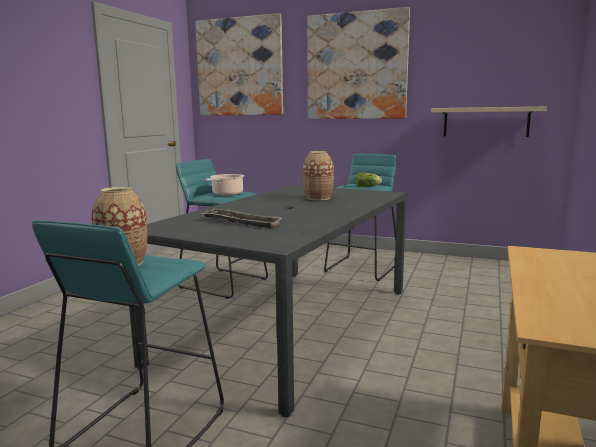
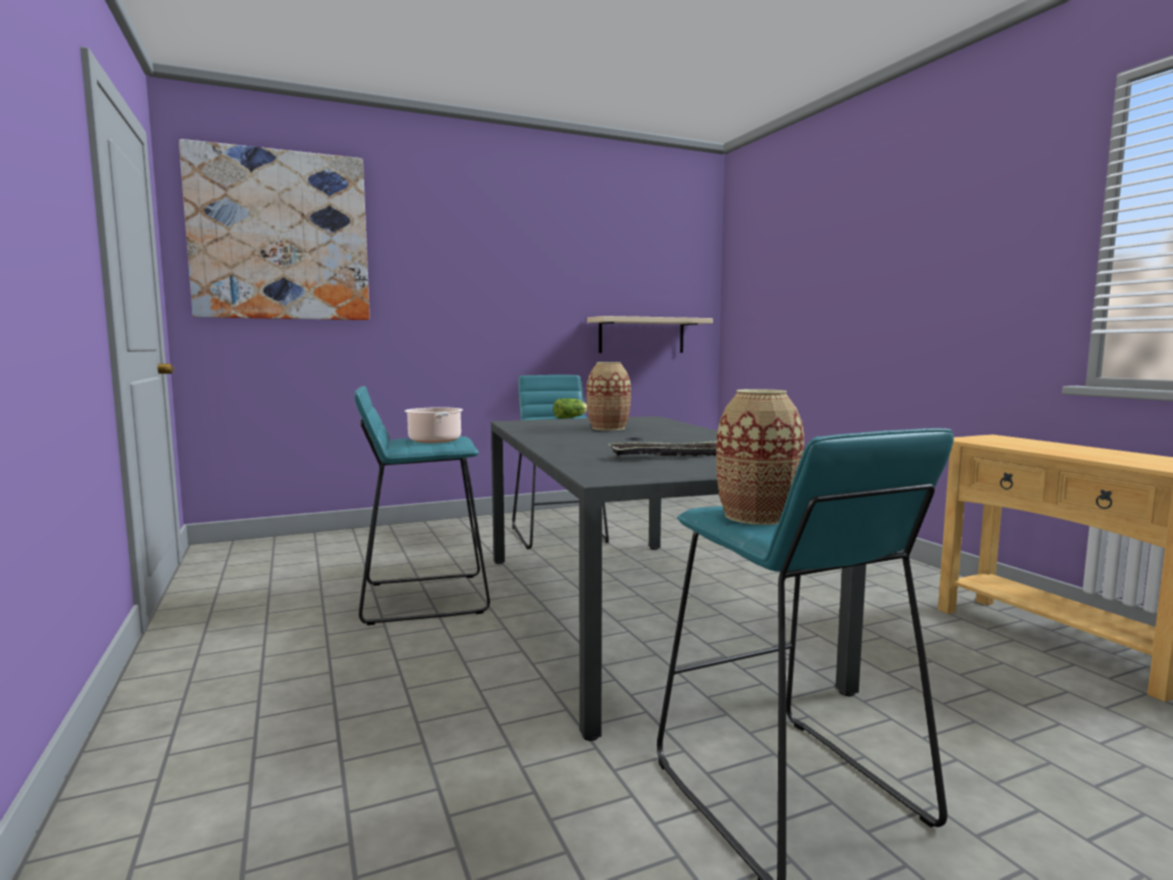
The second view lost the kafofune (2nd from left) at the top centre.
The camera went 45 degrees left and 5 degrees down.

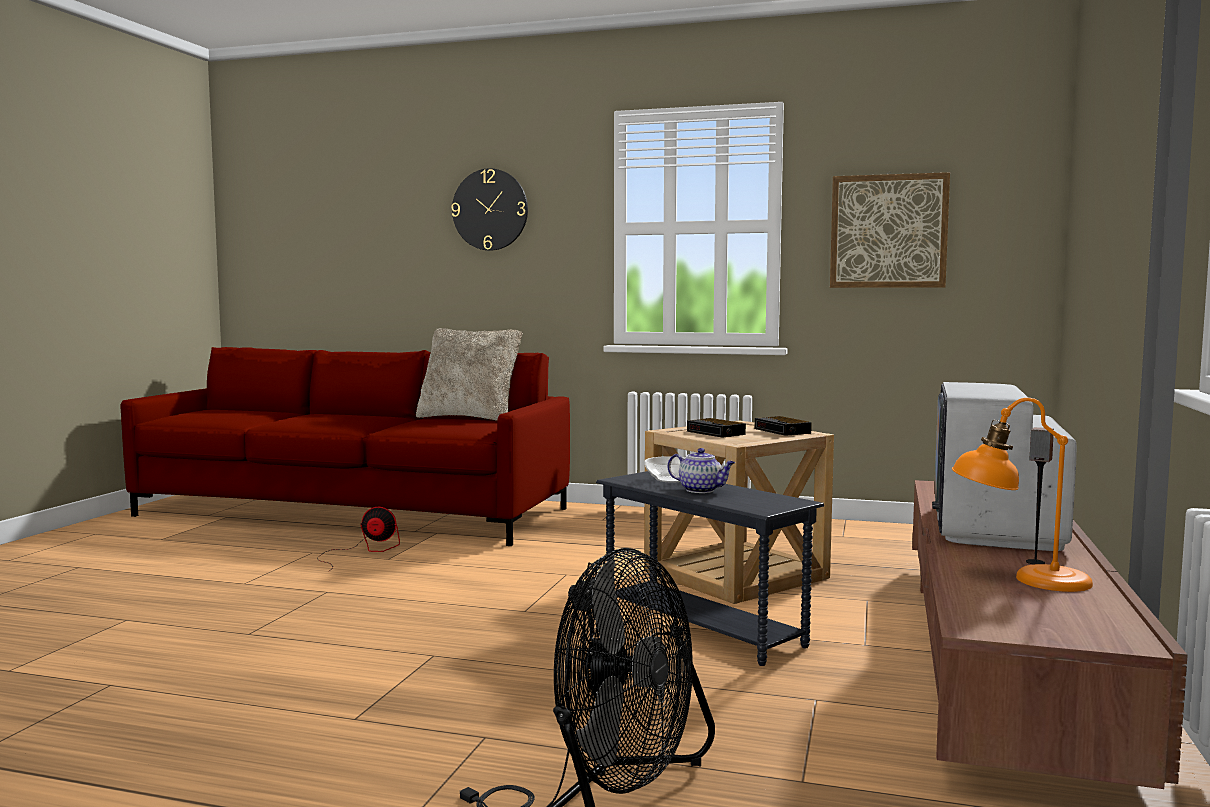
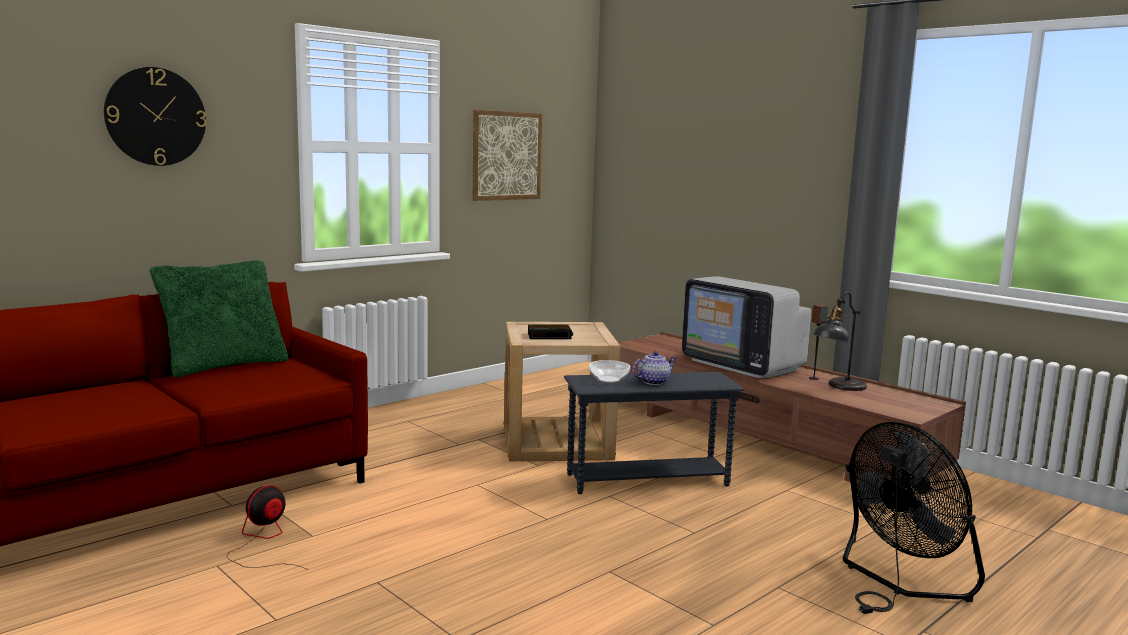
What was the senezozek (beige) at the centre turned into the senezozek (green) at the middle left.
The second view lost the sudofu (2nd from left) at the centre.
What was the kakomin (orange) at the middle right turned into the kakomin (grey) at the middle right.
The camera went 60 degrees left and 5 degrees up.

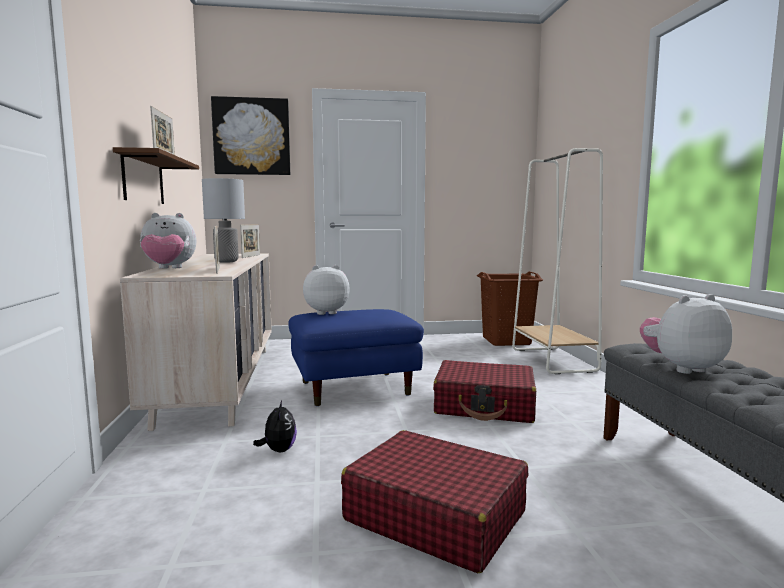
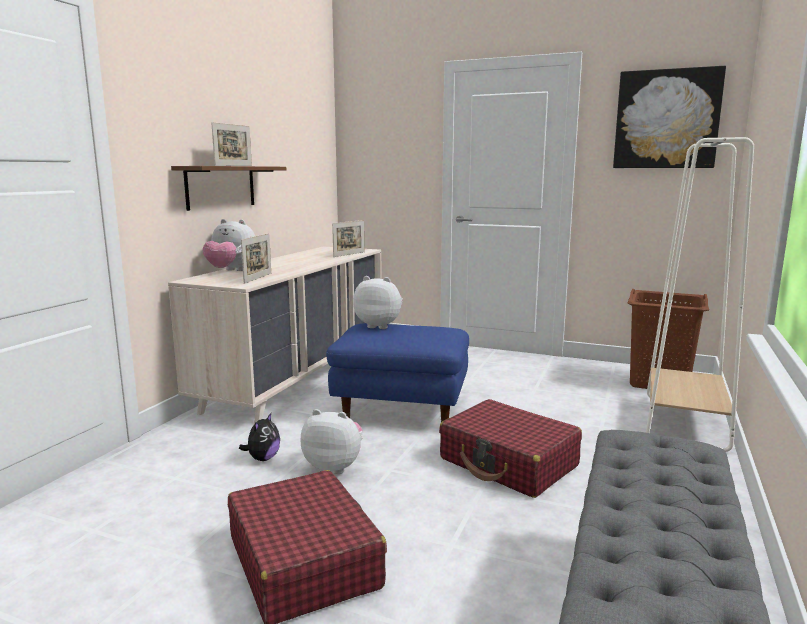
The second view lost the kakomin (grey) at the middle left.
The kafofune ended up elsewhere, having gone from the top left to the top right.
The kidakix (4th from left in the first image) ended up elsewhere, having gone from the middle right to the bottom centre.
The camera went 30 degrees right and 5 degrees up.

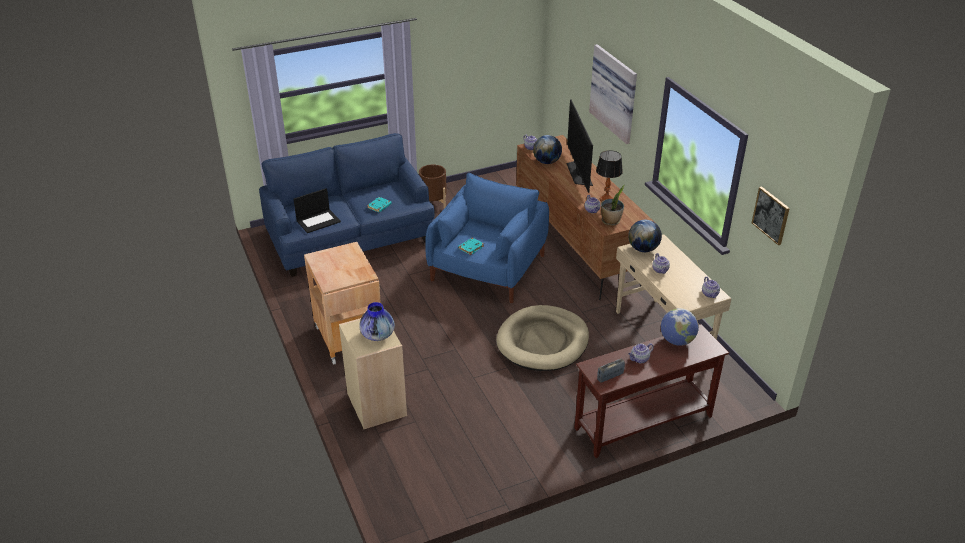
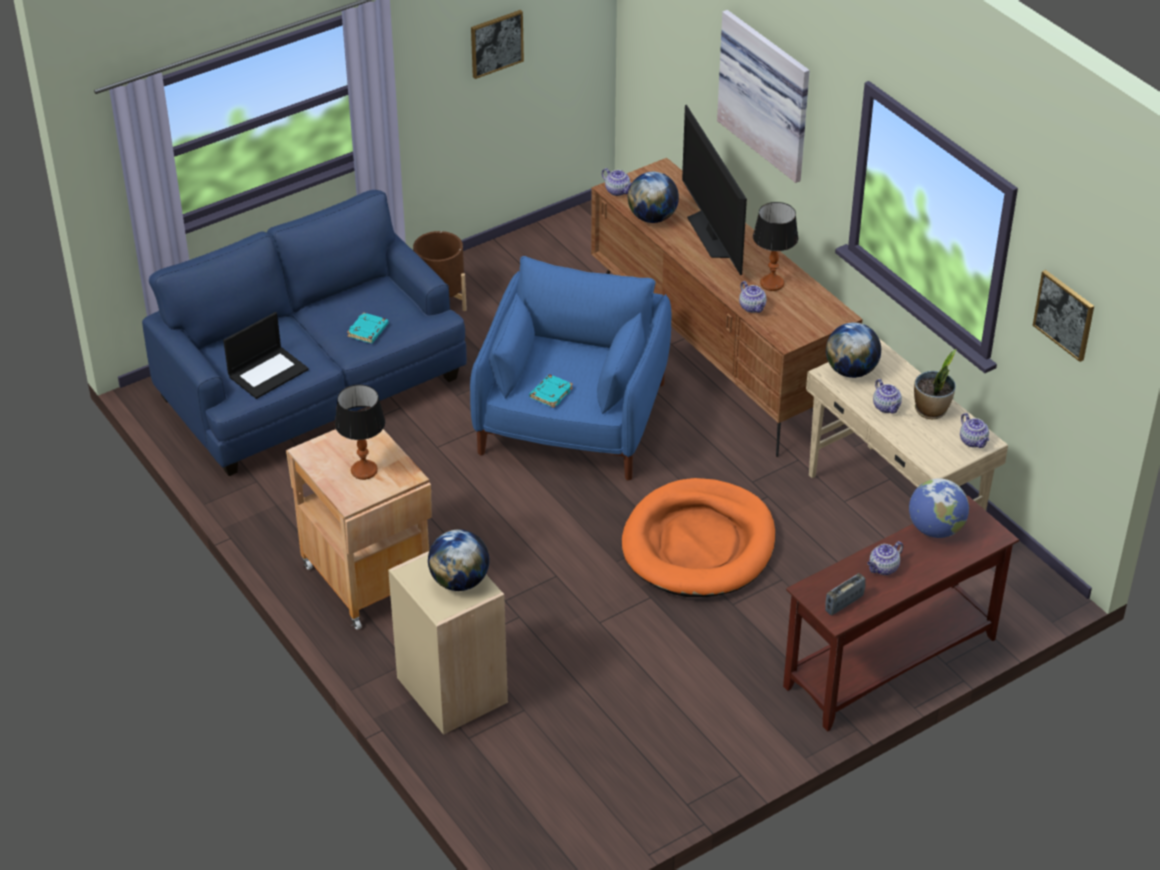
Where the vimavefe stood at the centre, the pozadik (1st from left) came to stand at the centre.
What was the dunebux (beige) at the centre turned into the dunebux (orange) at the centre.
The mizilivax ended up elsewhere, having gone from the centre to the middle right.
The second view gained the kakomin (1st from left) at the middle left.
The second view gained the kafofune (1st from left) at the top centre.
The camera went 10 degrees left and 5 degrees up.

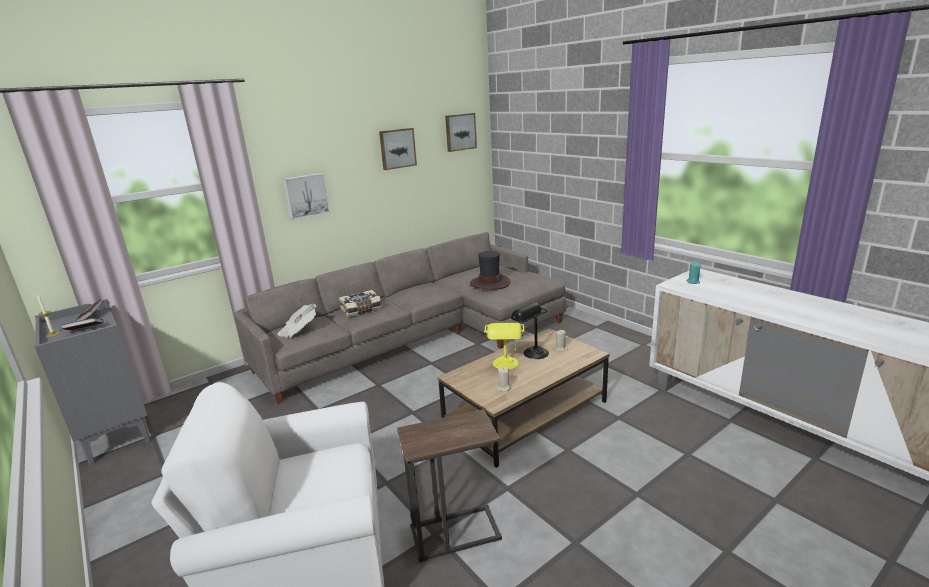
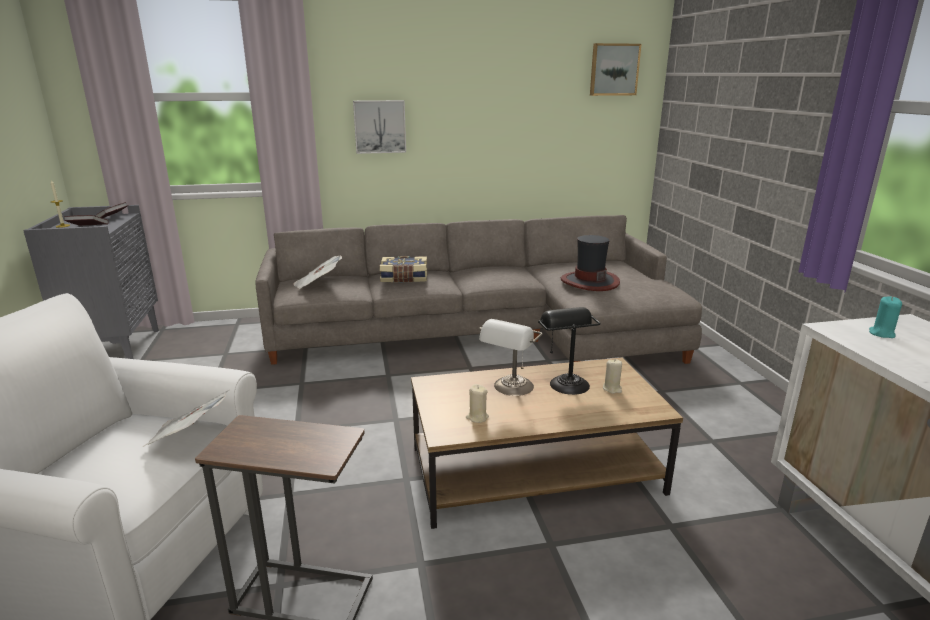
The second view lost the kafofune (2nd from left) at the top centre.
What was the kakomin (yellow) at the centre turned into the kakomin (white) at the centre.
The second view gained the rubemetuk (1st from left) at the bottom left.
The camera went 25 degrees right and 0 degrees up.

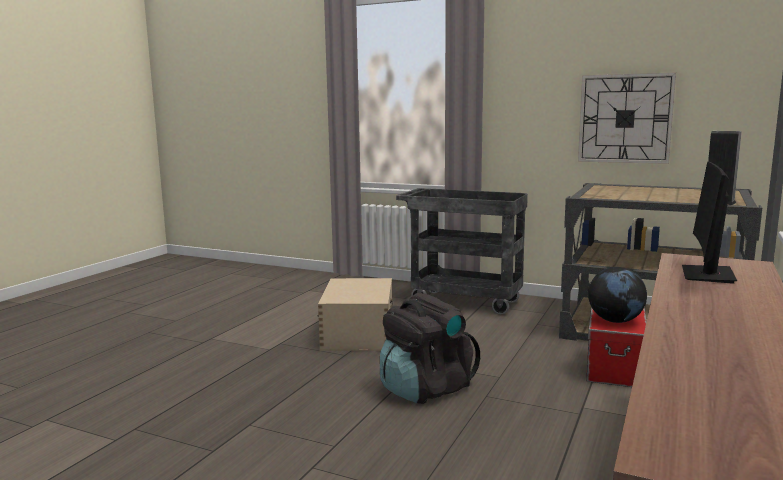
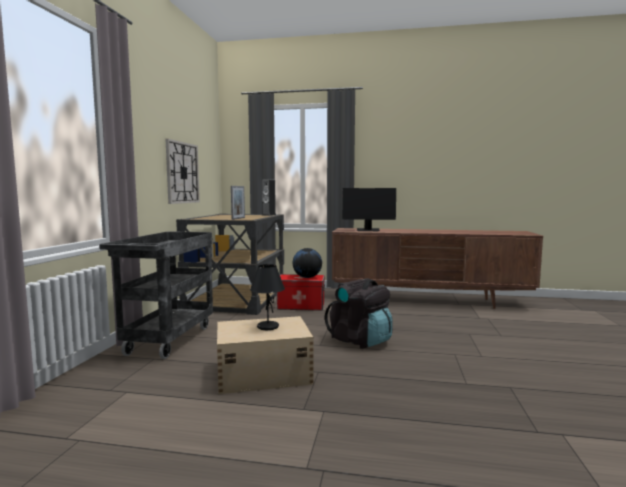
The second view gained the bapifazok at the centre.
The second view gained the kakomin (black) at the centre.
The camera went 105 degrees left and 5 degrees down.

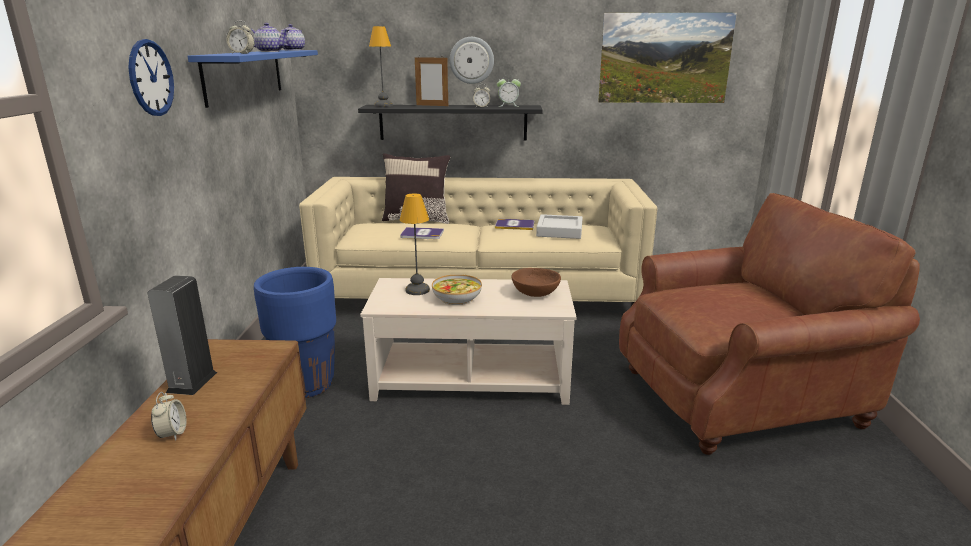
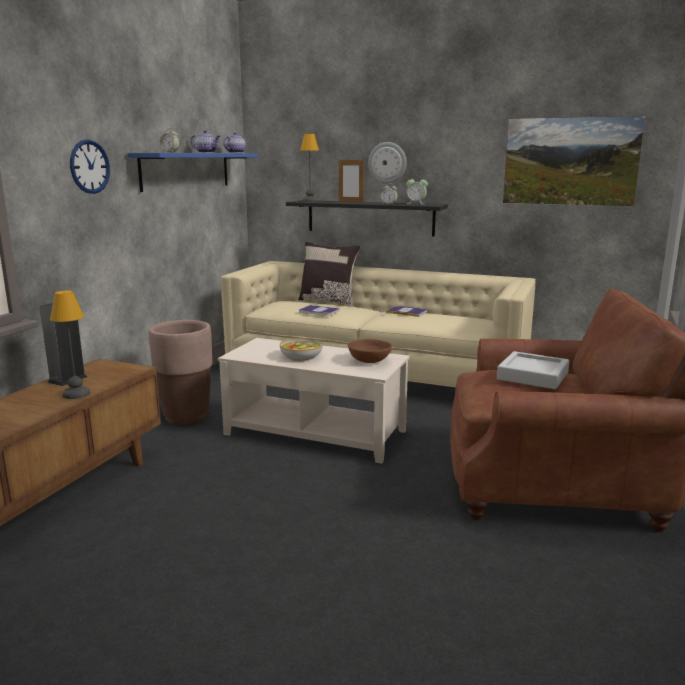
The second view lost the sudofu (1st from left) at the bottom left.
What was the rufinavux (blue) at the middle left turned into the rufinavux (brown) at the middle left.
The kakomin (2nd from left in the first image) ended up elsewhere, having gone from the centre to the middle left.
The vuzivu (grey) ended up elsewhere, having gone from the centre to the middle right.
The camera went 20 degrees right and 5 degrees down.

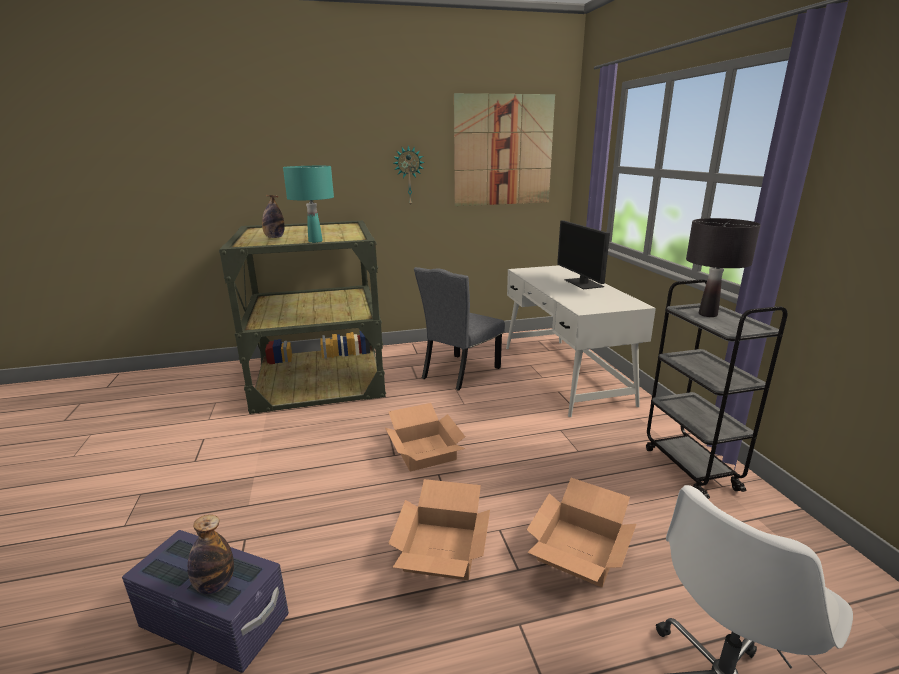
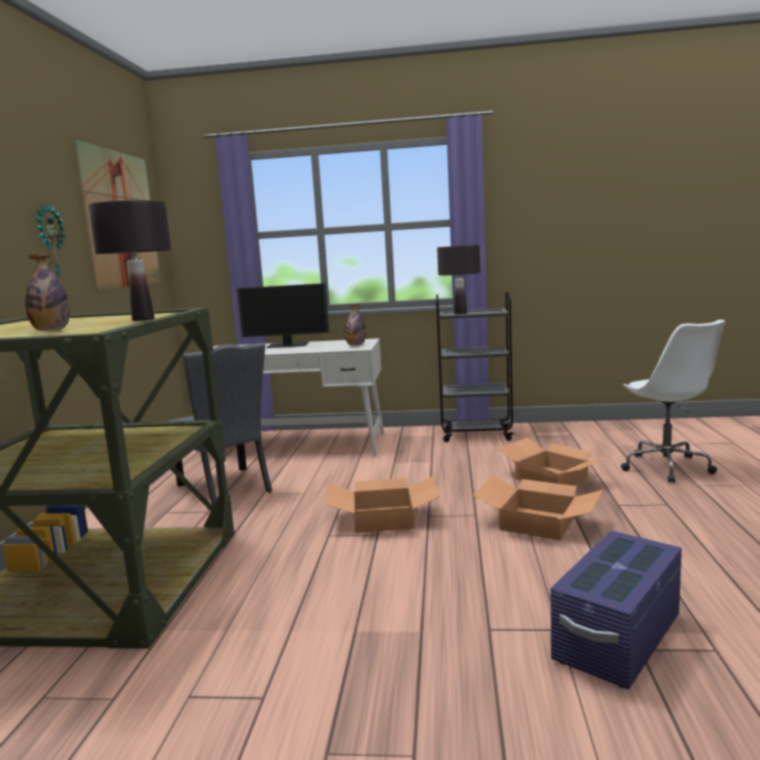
The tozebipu (1st from left in the first image) ended up elsewhere, having gone from the bottom left to the centre.
What was the kakomin (turquoise) at the top centre turned into the kakomin (black) (1st from left) at the middle left.
The camera went 70 degrees left and 10 degrees down.

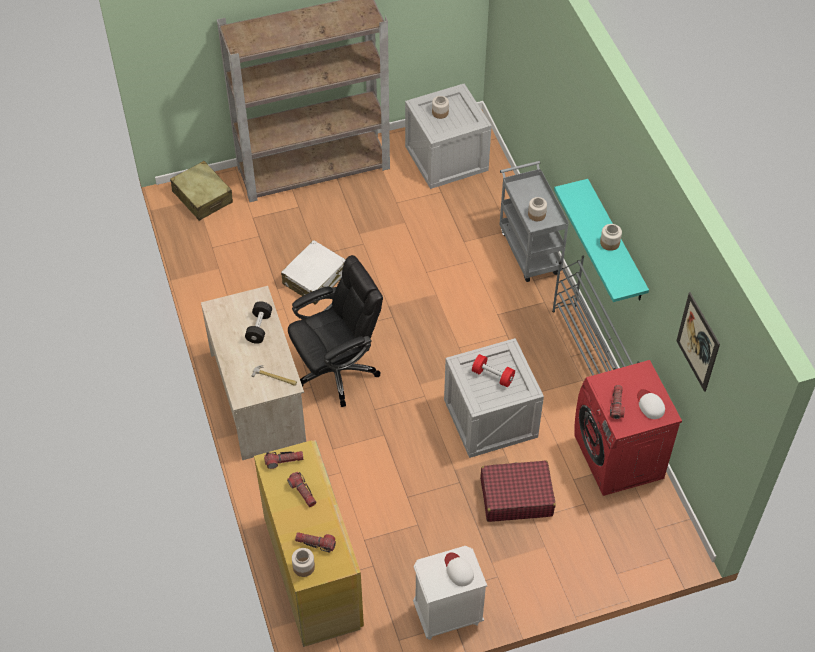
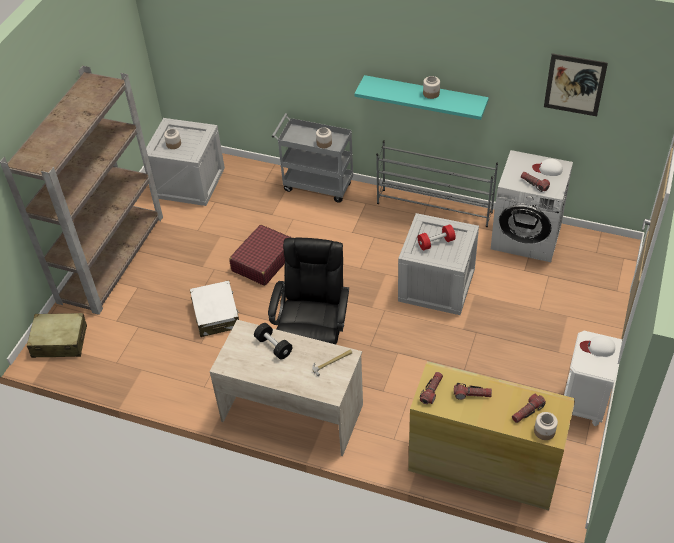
The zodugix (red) ended up elsewhere, having gone from the bottom centre to the centre.
What was the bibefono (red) at the middle right turned into the bibefono (white) at the middle right.
The camera went 50 degrees left and 5 degrees down.

